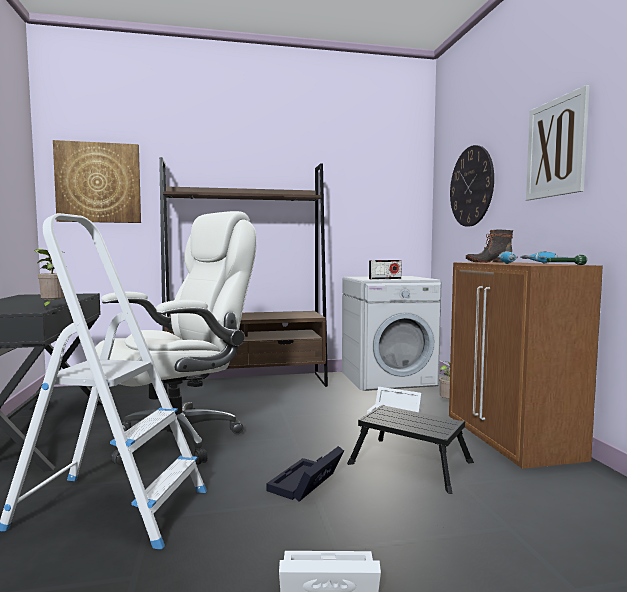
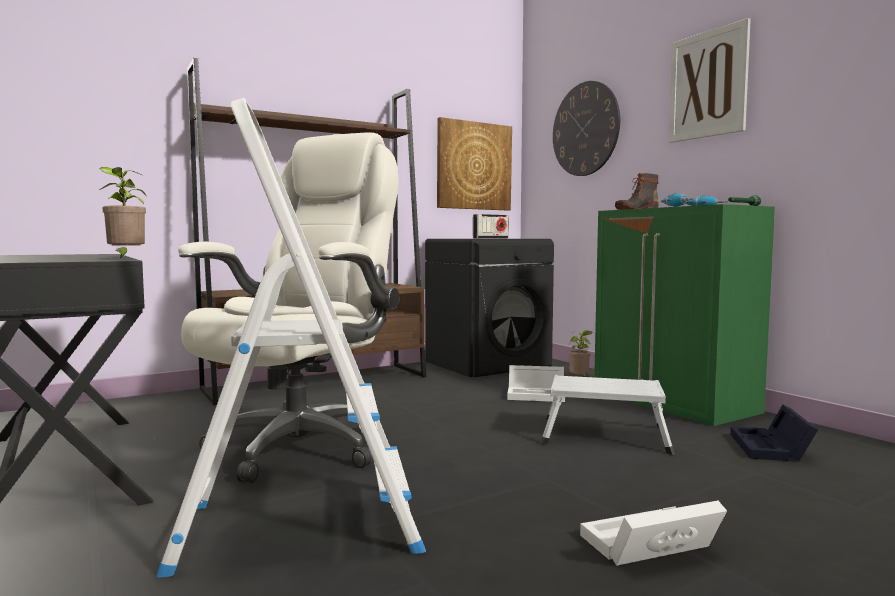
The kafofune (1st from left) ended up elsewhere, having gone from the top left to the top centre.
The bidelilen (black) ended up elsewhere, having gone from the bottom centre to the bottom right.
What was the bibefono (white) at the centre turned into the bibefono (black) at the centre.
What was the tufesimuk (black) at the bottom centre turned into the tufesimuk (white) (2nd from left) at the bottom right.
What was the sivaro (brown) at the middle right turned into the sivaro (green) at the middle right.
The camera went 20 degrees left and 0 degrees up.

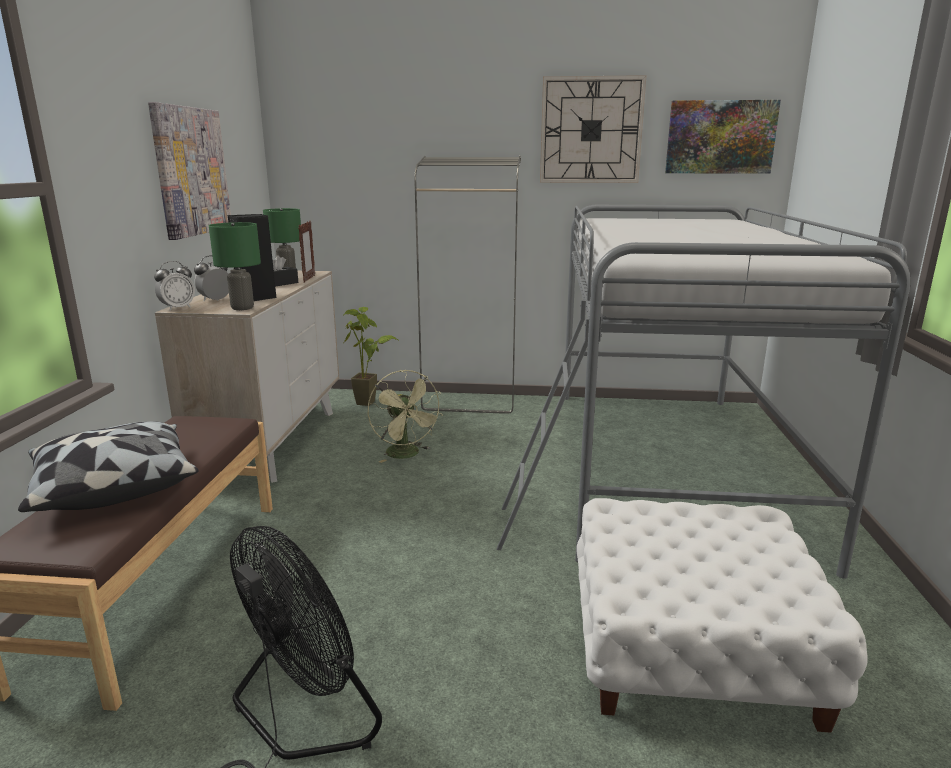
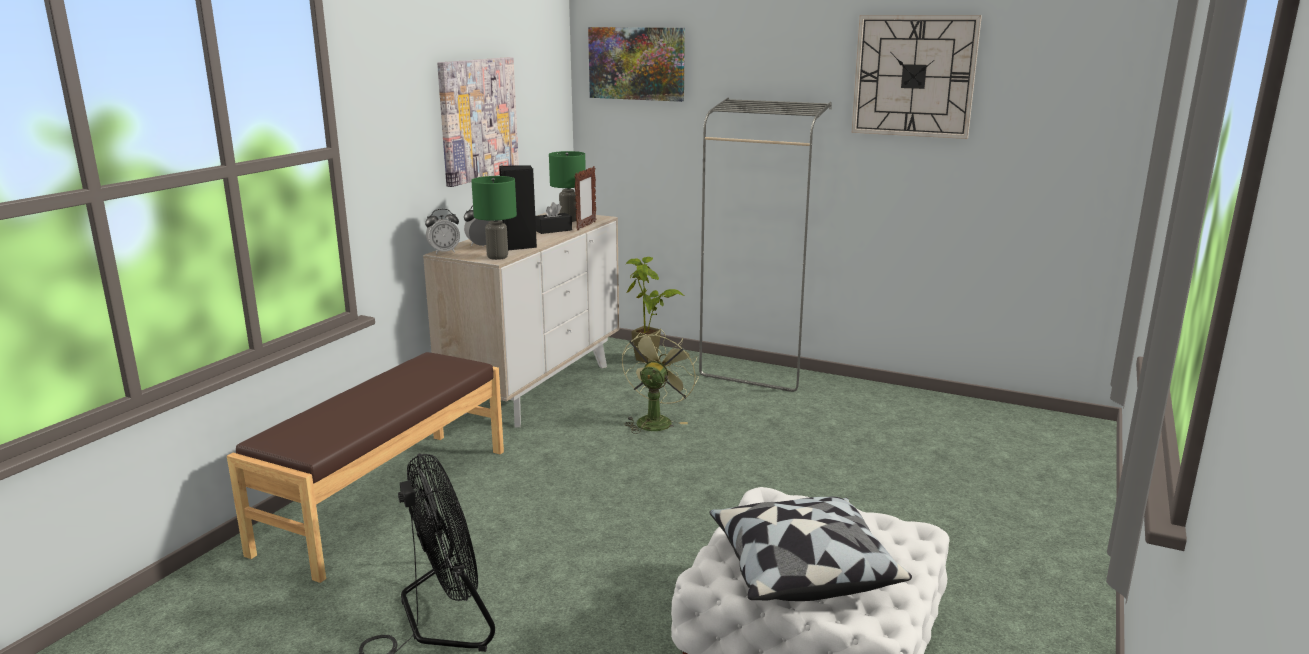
The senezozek ended up elsewhere, having gone from the middle left to the bottom centre.
The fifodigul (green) at the centre ended up facing another way, 150 degrees counterclockwise from before.
The second view lost the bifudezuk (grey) at the middle right.
The kafofune (2nd from left) ended up elsewhere, having gone from the top right to the top centre.
The camera went 20 degrees right and 0 degrees up.

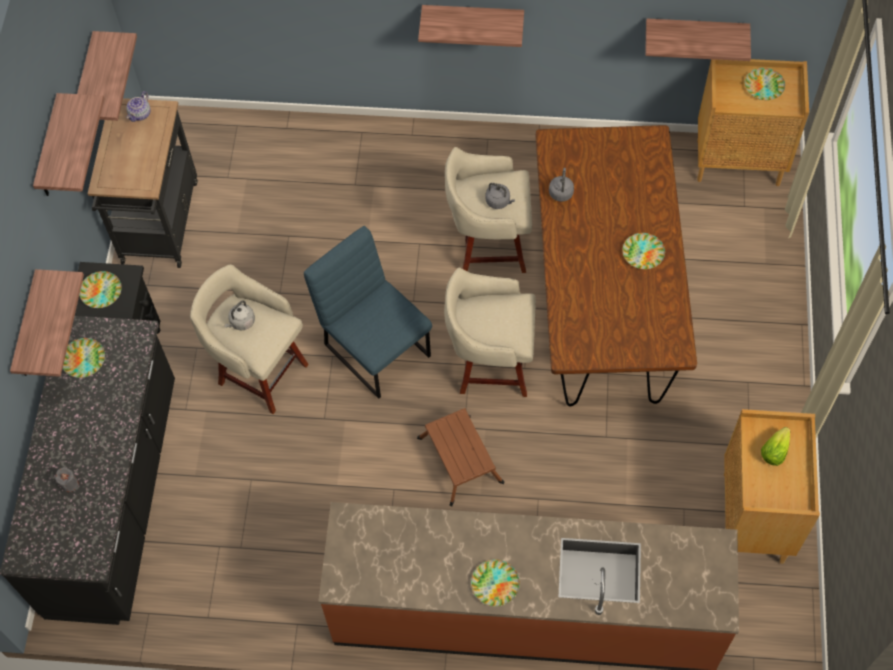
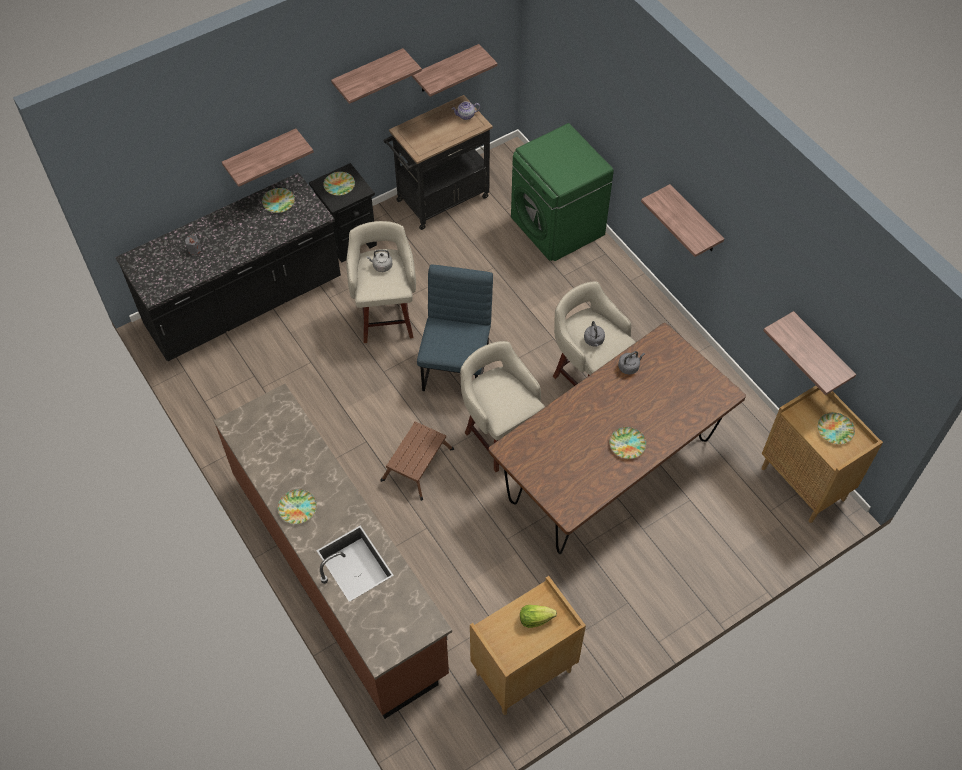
The second view gained the bibefono (green) at the top centre.
The camera went 50 degrees right and 5 degrees down.

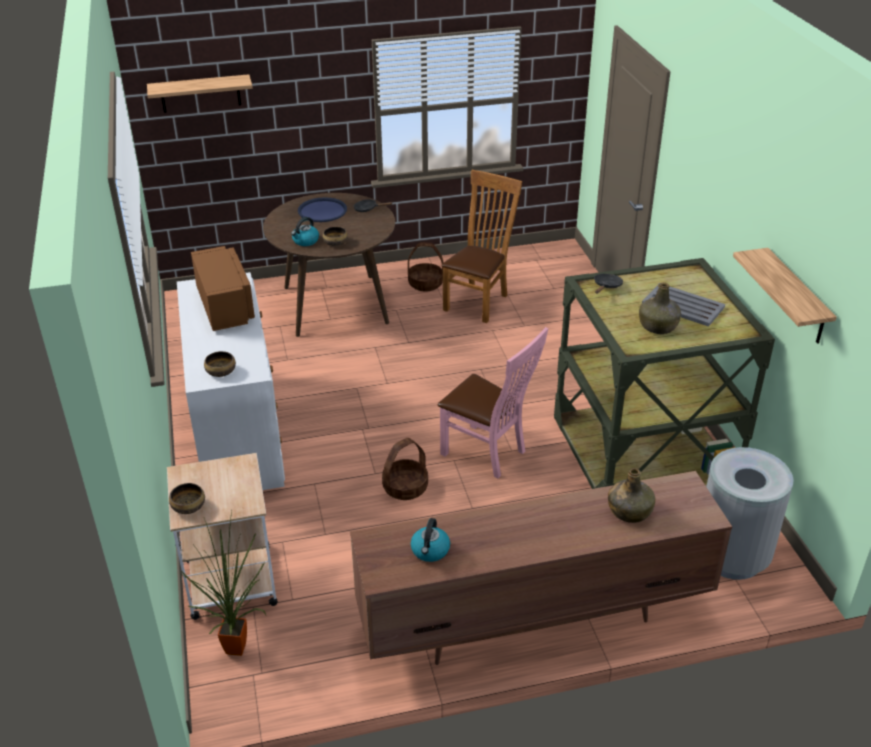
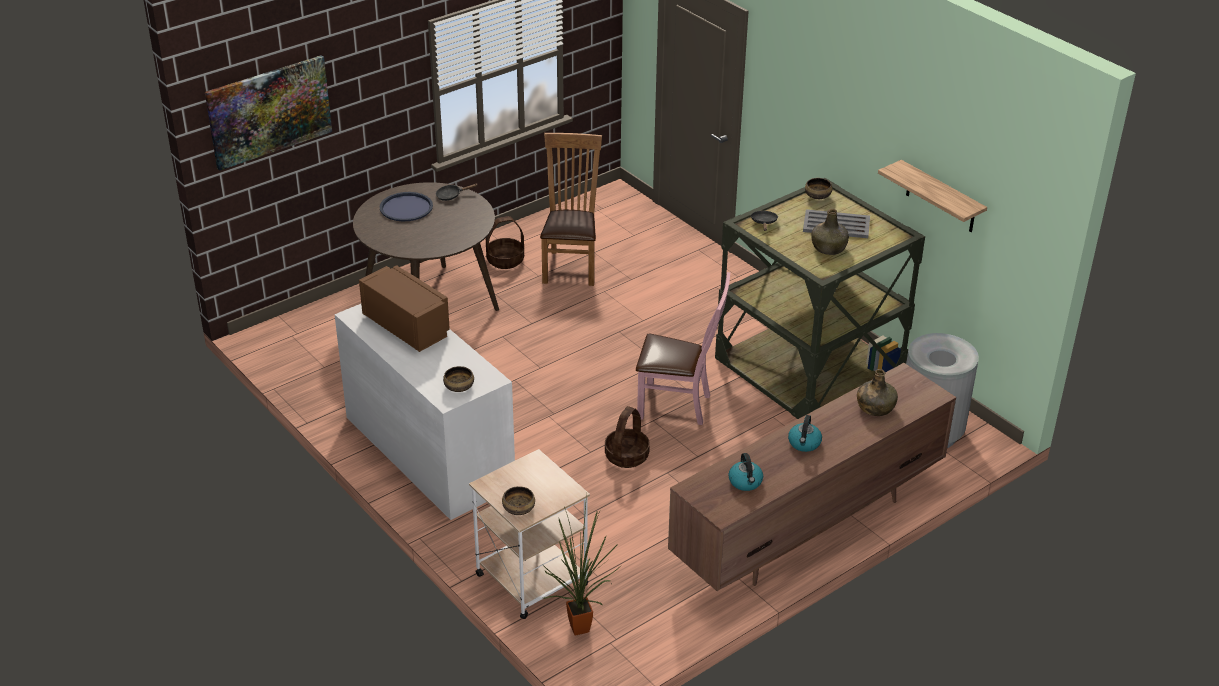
Where the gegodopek (1st from left) hung at the top left, the kafofune came to hang at the top left.
The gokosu (1st from left in the first image) ended up elsewhere, having gone from the top centre to the centre.
The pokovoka (3rd from left) ended up elsewhere, having gone from the top centre to the top right.
The camera went 25 degrees left and 0 degrees up.

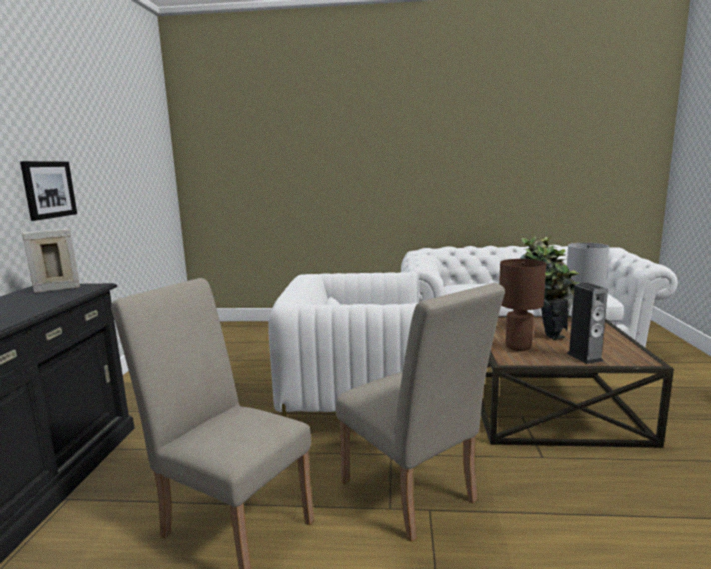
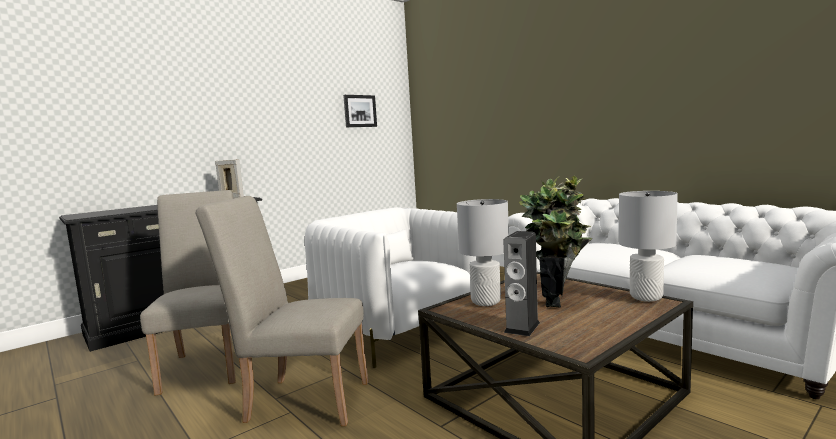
The kafofune ended up elsewhere, having gone from the middle left to the top centre.
The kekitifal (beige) (2nd from left) at the bottom centre ended up facing another way, 90 degrees clockwise from before.
What was the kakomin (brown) at the middle right turned into the kakomin (grey) (1st from left) at the centre.
The camera went 45 degrees right and 5 degrees down.

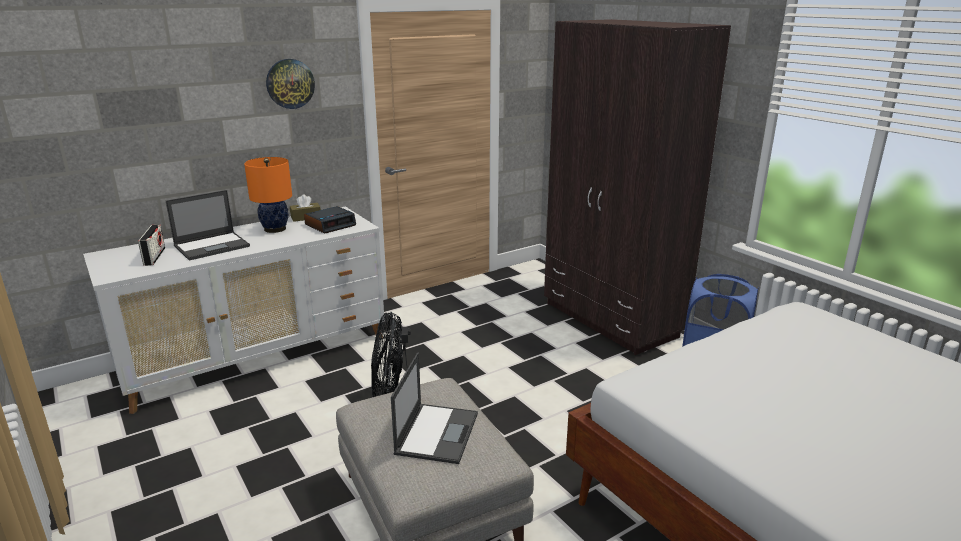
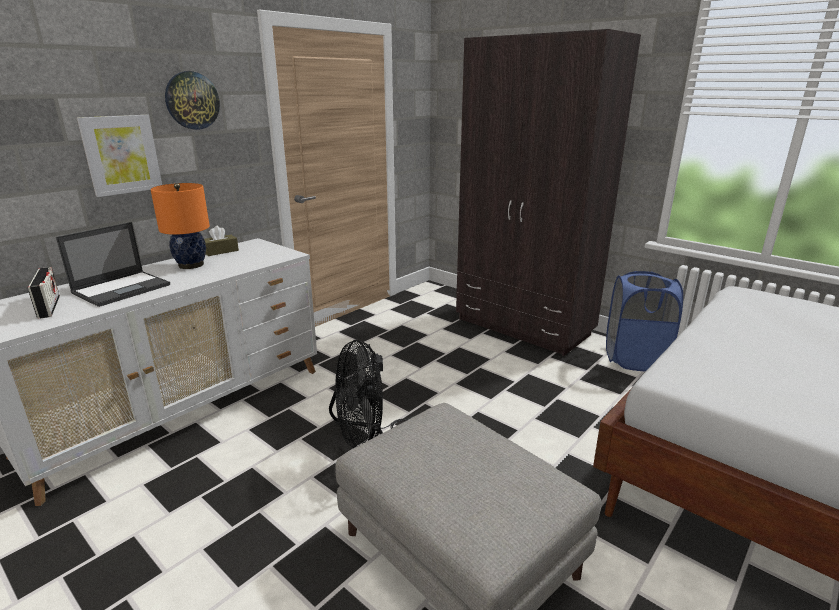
The second view lost the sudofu at the centre.
The second view lost the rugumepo (2nd from left) at the bottom centre.
The second view gained the kafofune at the top left.
The camera went 15 degrees left and 0 degrees up.

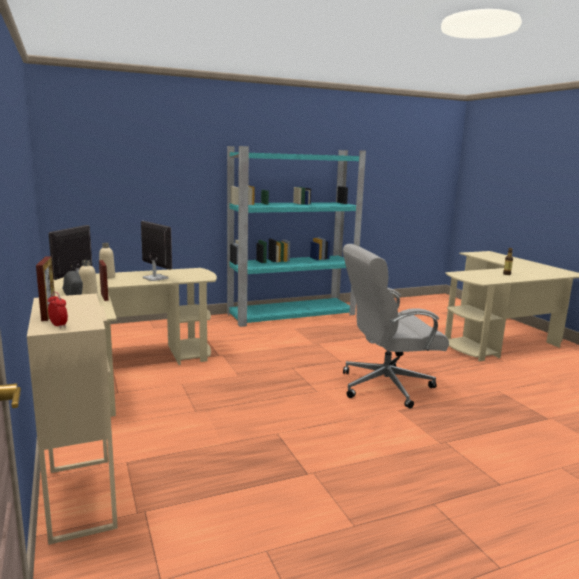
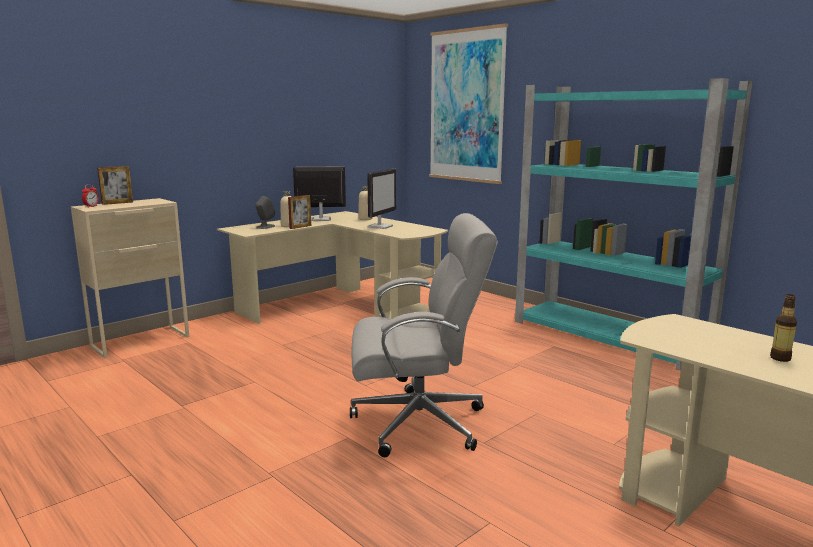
The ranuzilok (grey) at the middle right ended up facing another way, 120 degrees clockwise from before.
The second view gained the kafofune at the top centre.
The camera went 70 degrees right and 0 degrees up.

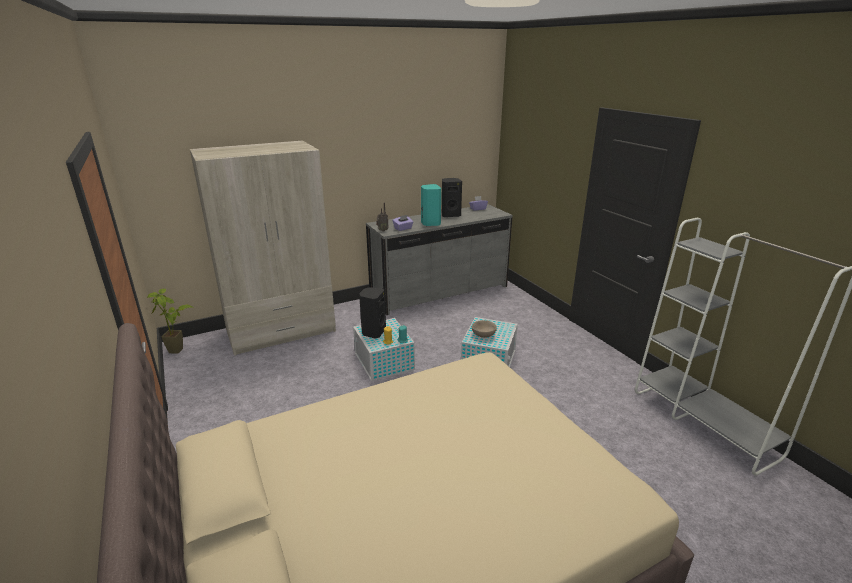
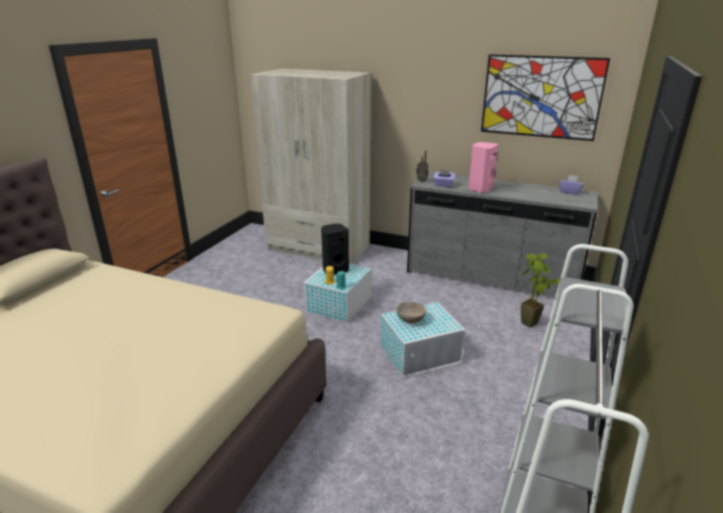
The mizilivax ended up elsewhere, having gone from the middle left to the middle right.
What was the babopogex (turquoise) at the centre turned into the babopogex (pink) at the top right.
The second view lost the babopogex (black) (2nd from left) at the centre.
The second view gained the kafofune at the top right.
The camera went 50 degrees right and 0 degrees up.

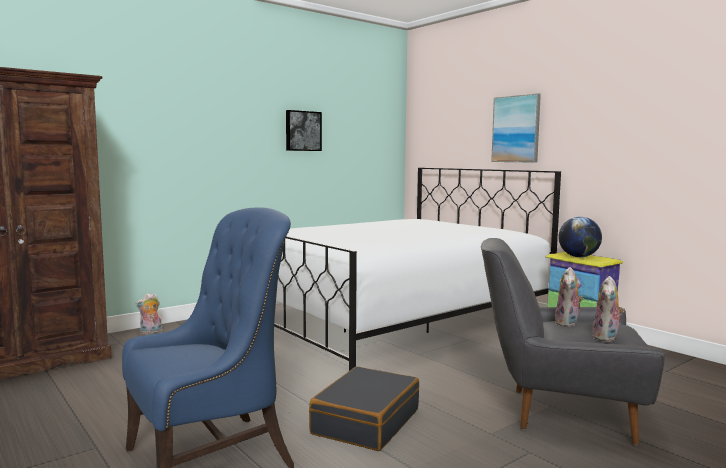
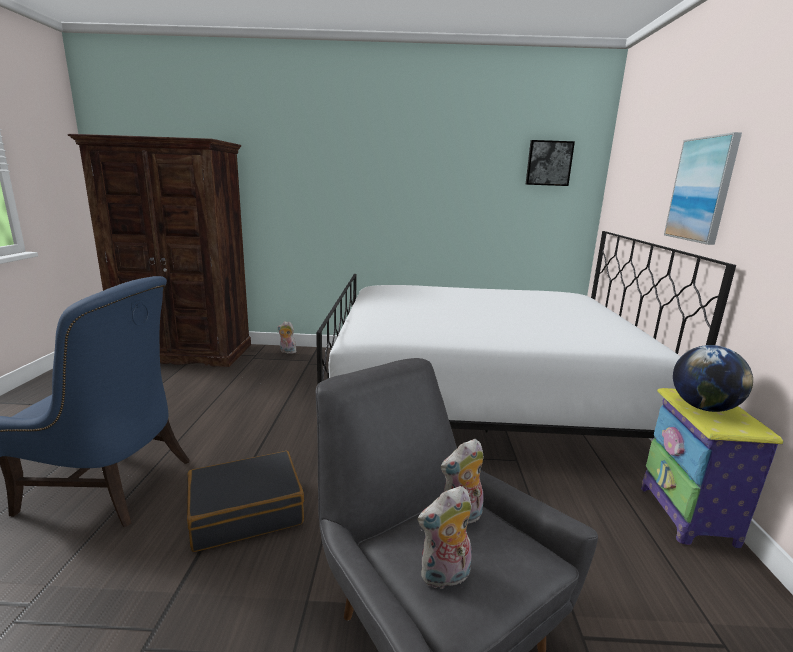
The kafofune (1st from left) ended up elsewhere, having gone from the top centre to the top right.
The camera went 40 degrees right and 10 degrees up.

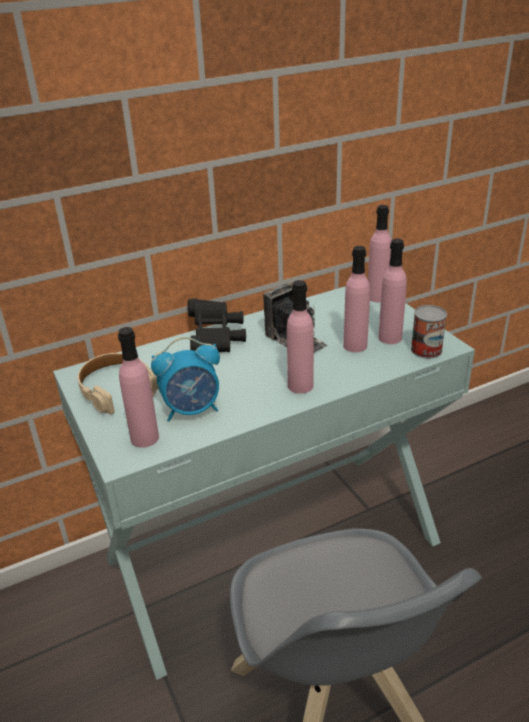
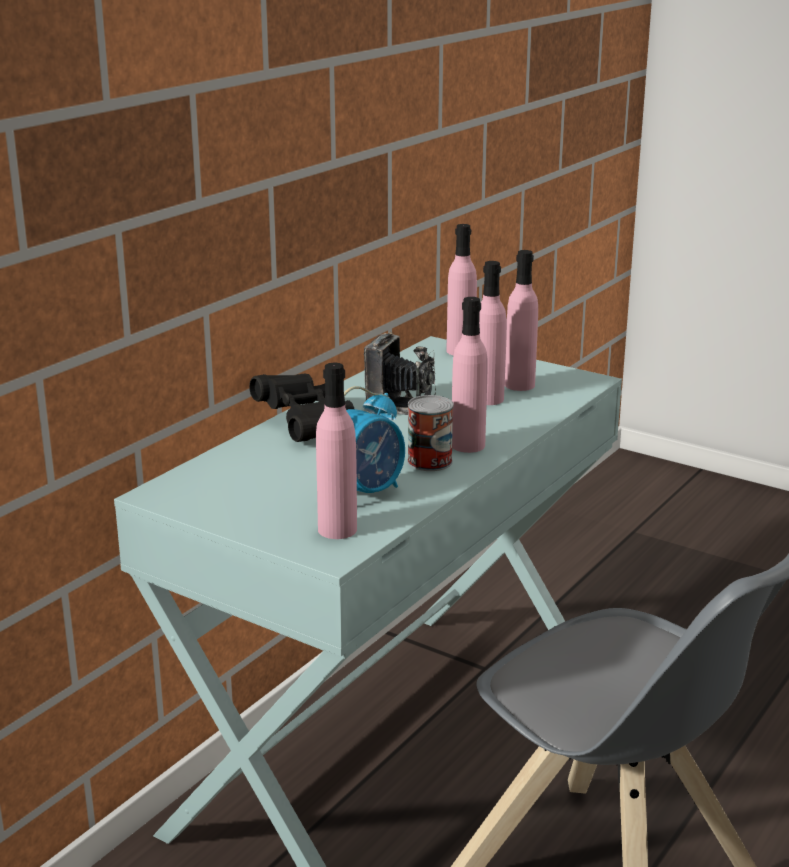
The second view lost the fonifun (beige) at the middle left.
The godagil ended up elsewhere, having gone from the middle right to the centre.
The camera went 30 degrees left and 10 degrees down.

